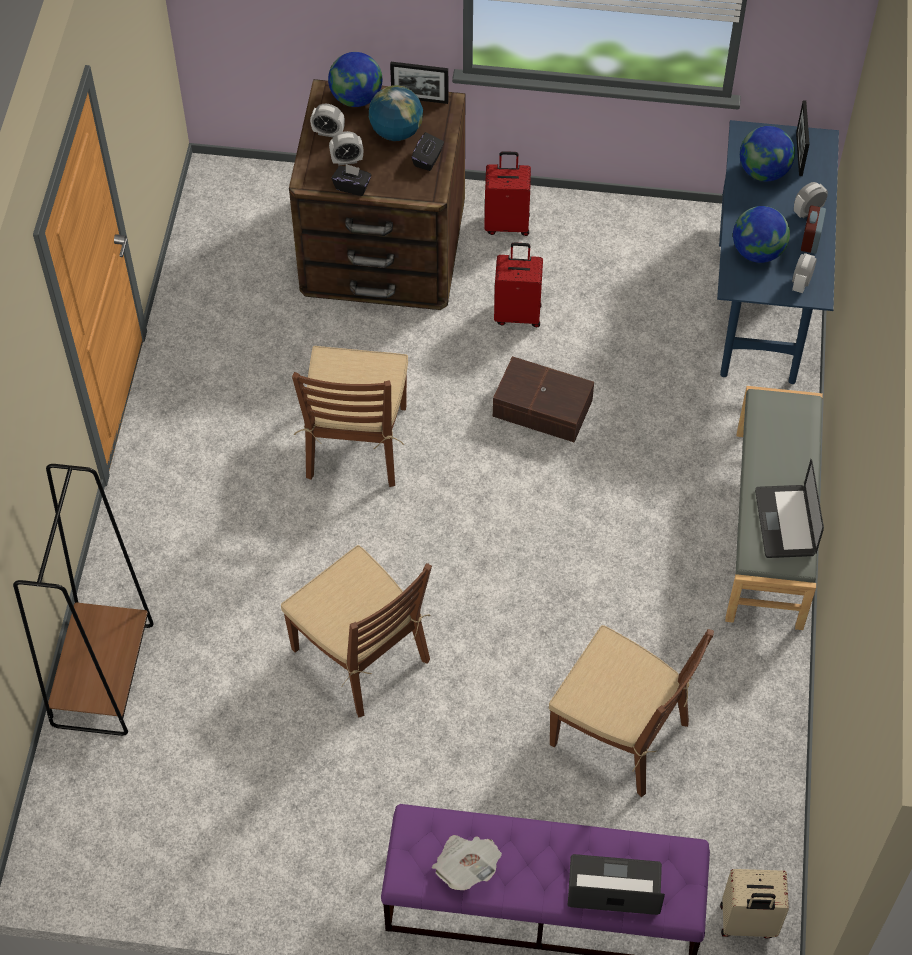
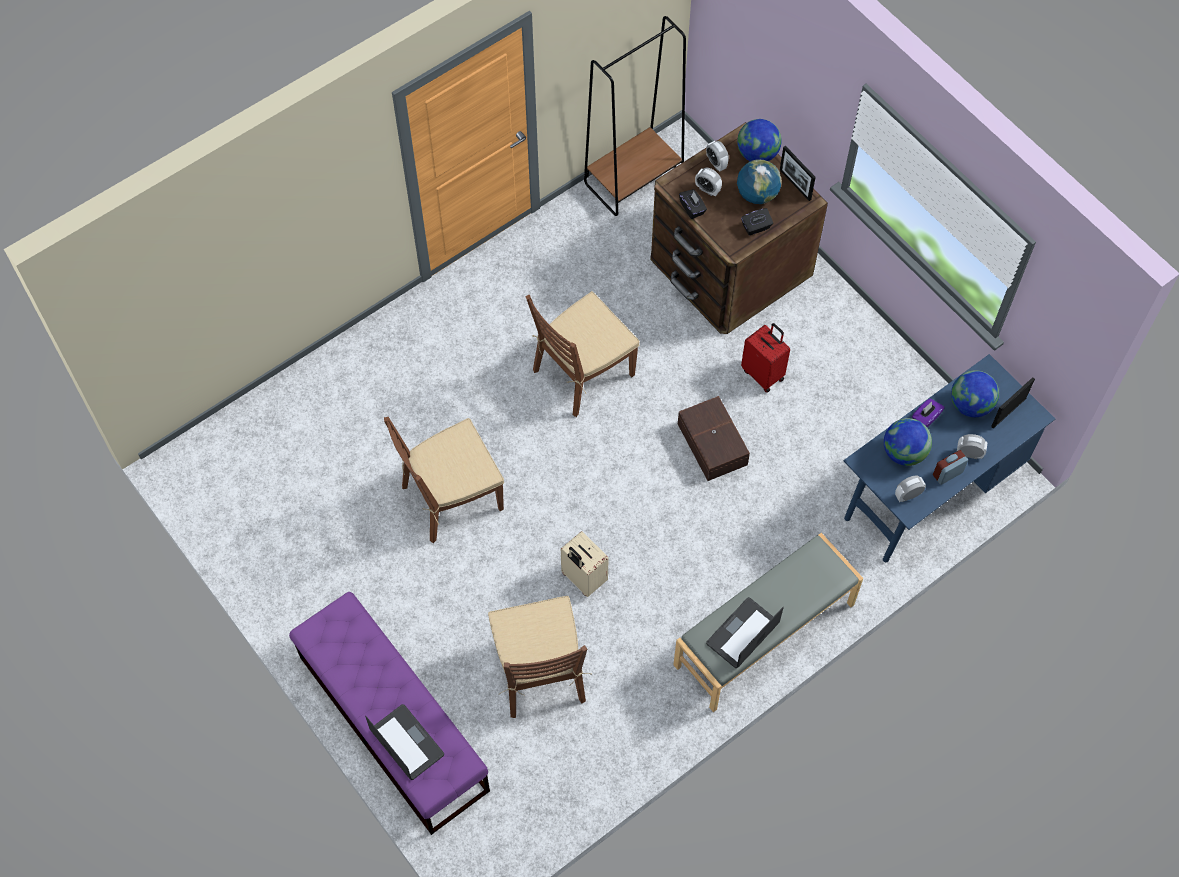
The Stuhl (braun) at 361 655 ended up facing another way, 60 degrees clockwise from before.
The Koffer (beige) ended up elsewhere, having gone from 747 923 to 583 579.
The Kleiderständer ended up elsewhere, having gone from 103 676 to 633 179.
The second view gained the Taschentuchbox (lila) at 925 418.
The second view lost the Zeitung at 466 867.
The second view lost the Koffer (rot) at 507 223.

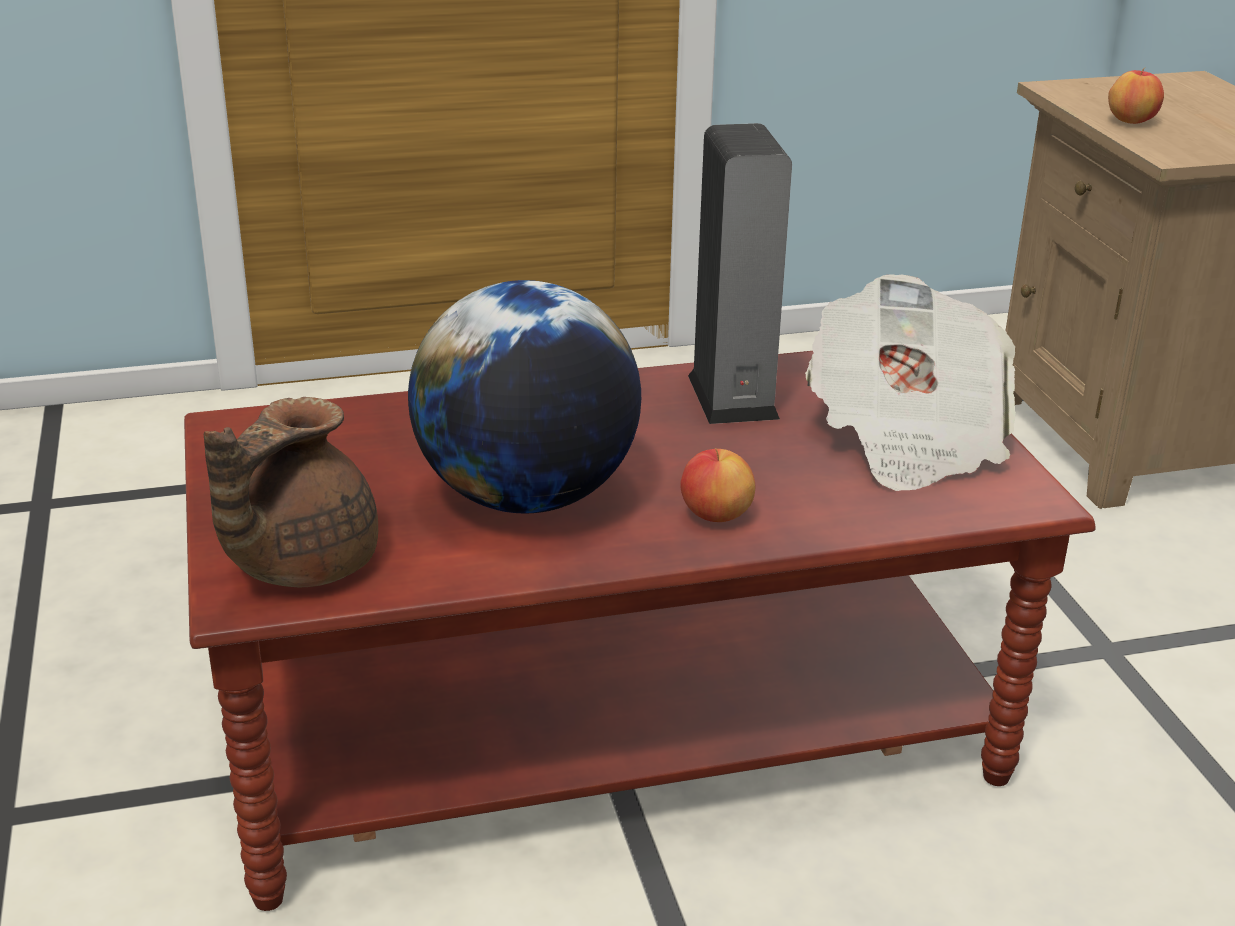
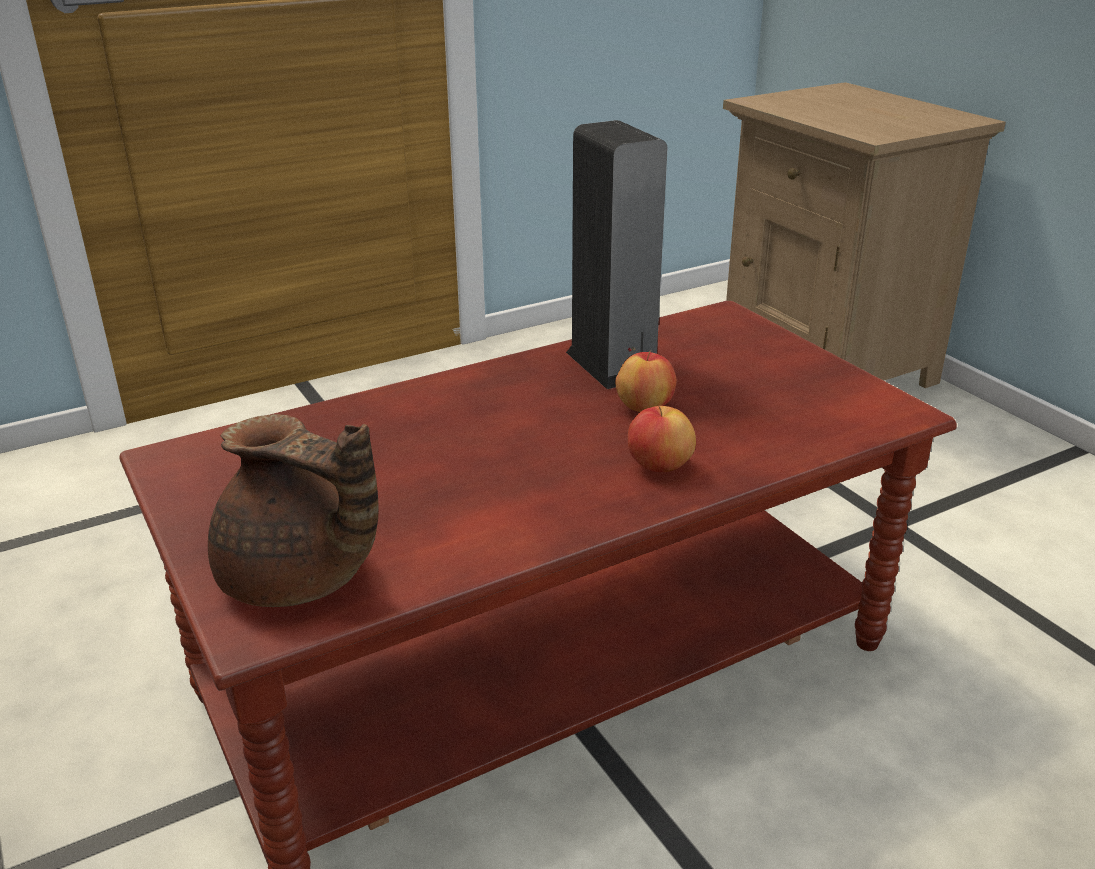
The Teekanne (braun) at 298 565 ended up facing another way, 75 degrees counterclockwise from before.
The Apfel ended up elsewhere, having gone from 1131 121 to 644 407.
The second view lost the Globus at 527 496.
The second view lost the Zeitung at 906 436.

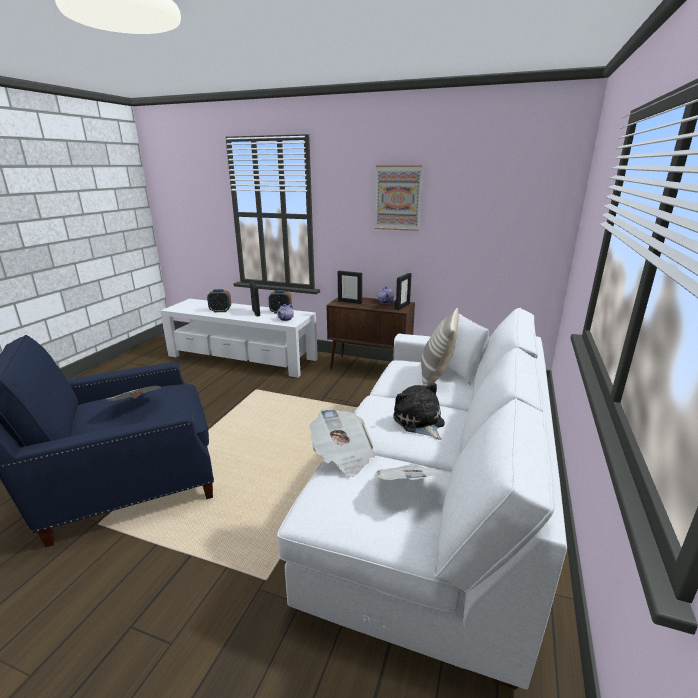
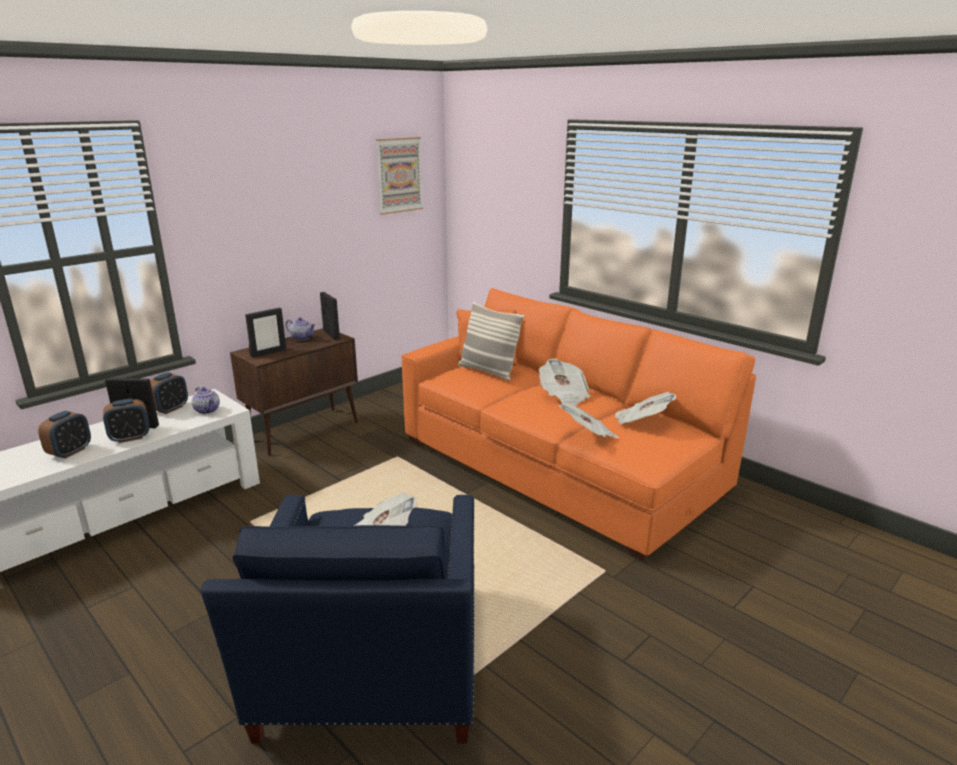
The second view gained the Wecker at 130 438.
The Bild ended up elsewhere, having gone from 398 198 to 399 175.
What was the Sofa (weiß) at 435 498 turned into the Sofa (orange) at 559 466.
Where the Plüschtier stood at 419 422, the Zeitung came to stand at 563 396.

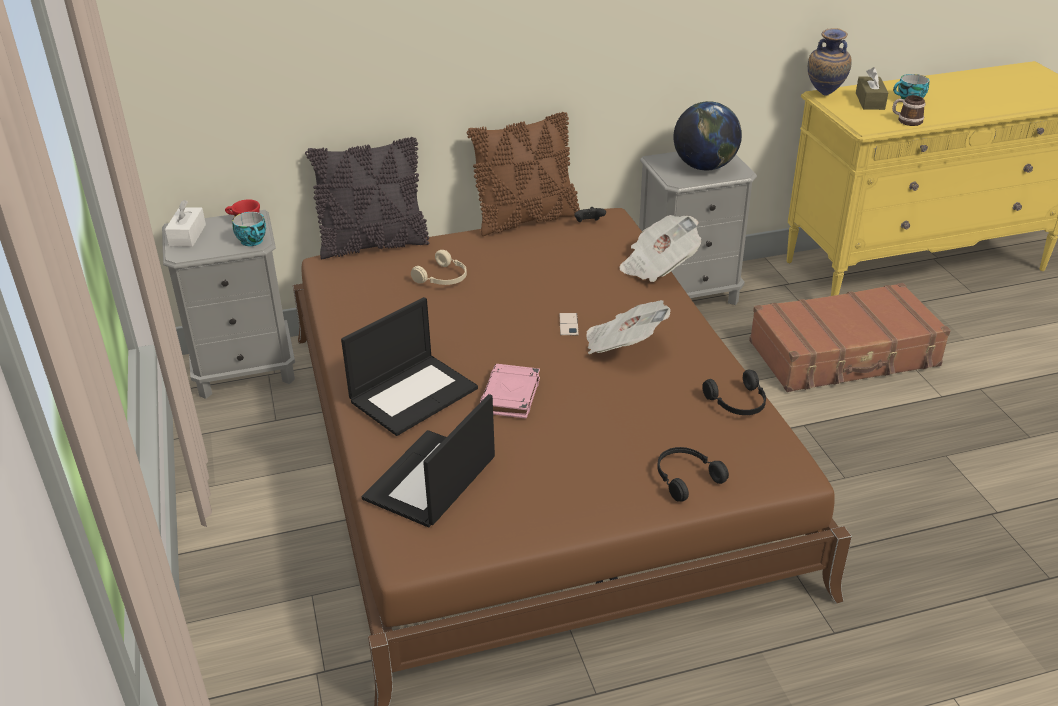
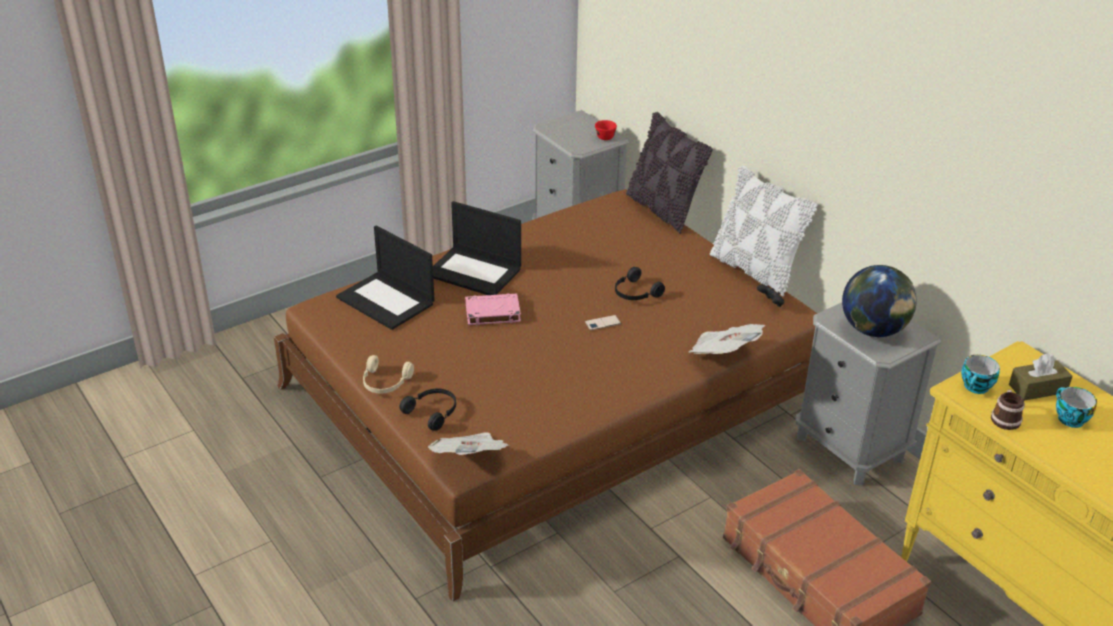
The Laptop at 430 480 ended up facing another way, 150 degrees counterclockwise from before.
The Kopfhörer (beige) ended up elsewhere, having gone from 443 278 to 385 383.
The Zeitung ended up elsewhere, having gone from 623 345 to 470 460.
The Kopfhörer (schwarz) ended up elsewhere, having gone from 738 403 to 635 293.
What was the Kissen (braun) at 525 219 turned into the Kissen (weiß) at 755 270.
The Tasse ended up elsewhere, having gone from 253 241 to 976 387.
The second view lost the Taschentuchbox (weiß) at 187 235.
The second view lost the Vase at 823 96.

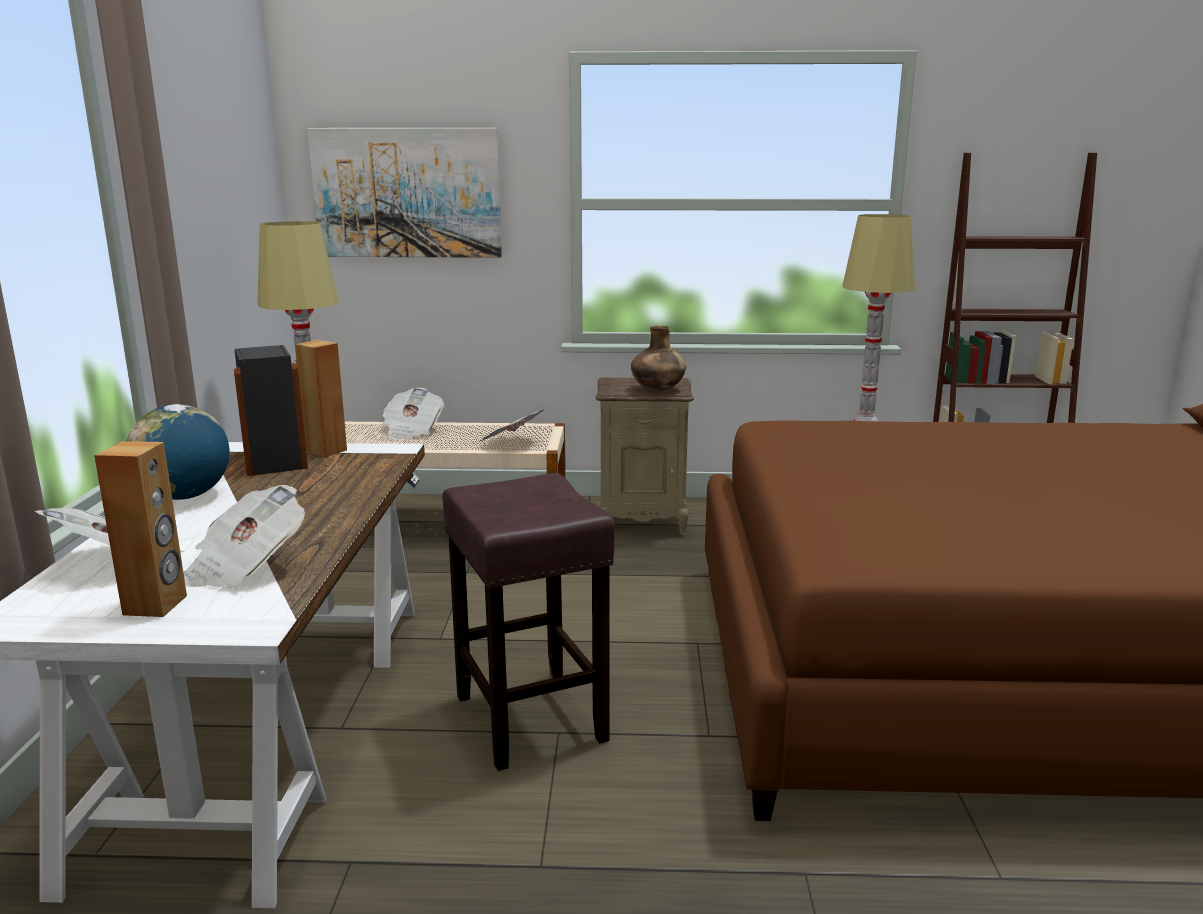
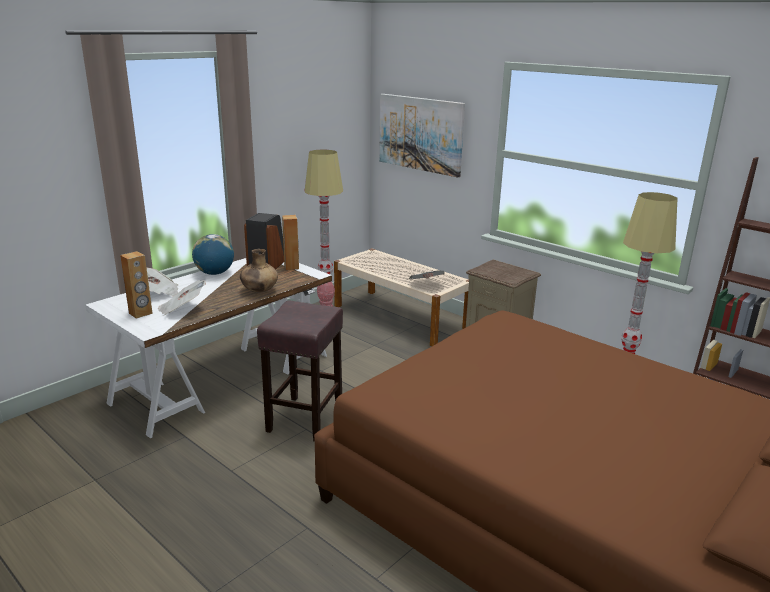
The Vase (braun) ended up elsewhere, having gone from 658 390 to 259 291.
The second view lost the Zeitung at 411 431.

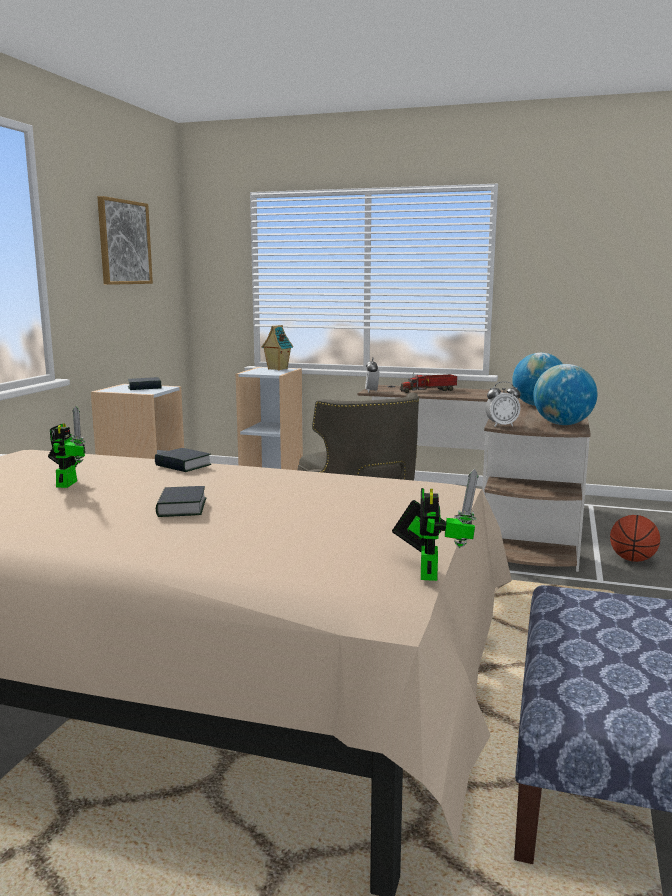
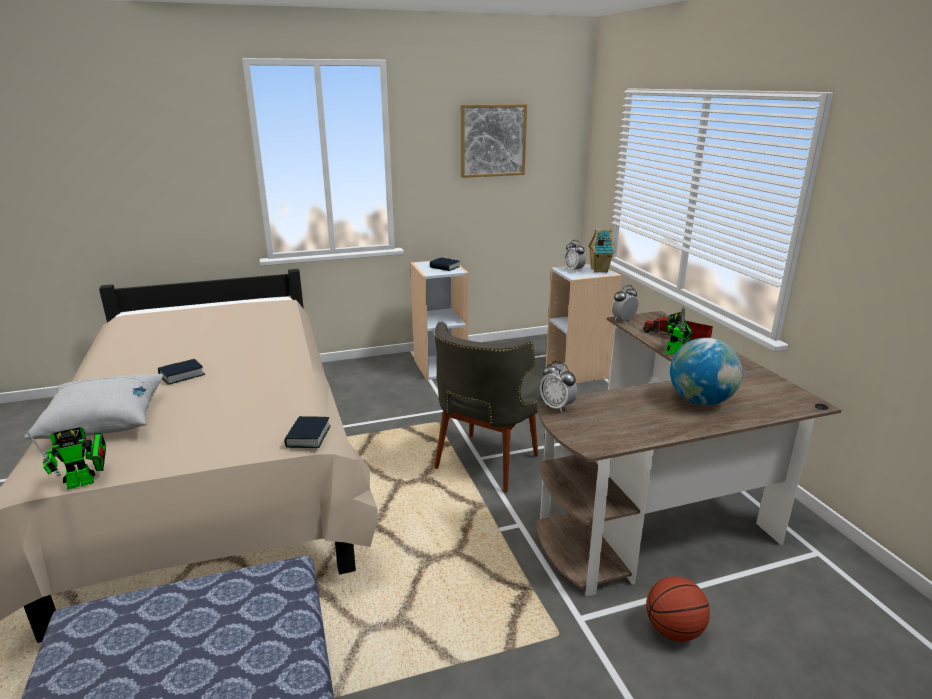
The second view gained the Kissen (grau) at 104 422.
The Buch ended up elsewhere, having gone from 183 465 to 308 437.
The second view gained the Wecker at 574 270.
The Spielzeugroboter ended up elsewhere, having gone from 68 483 to 675 351.
The second view lost the Globus at 562 424.

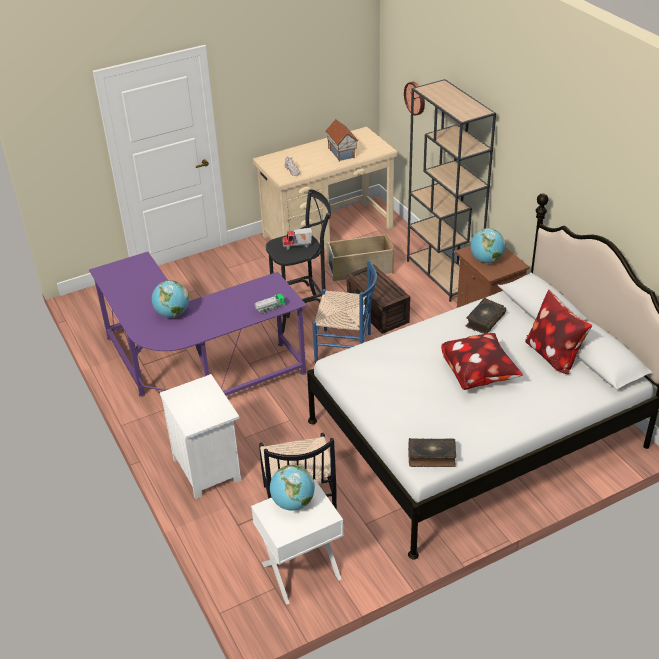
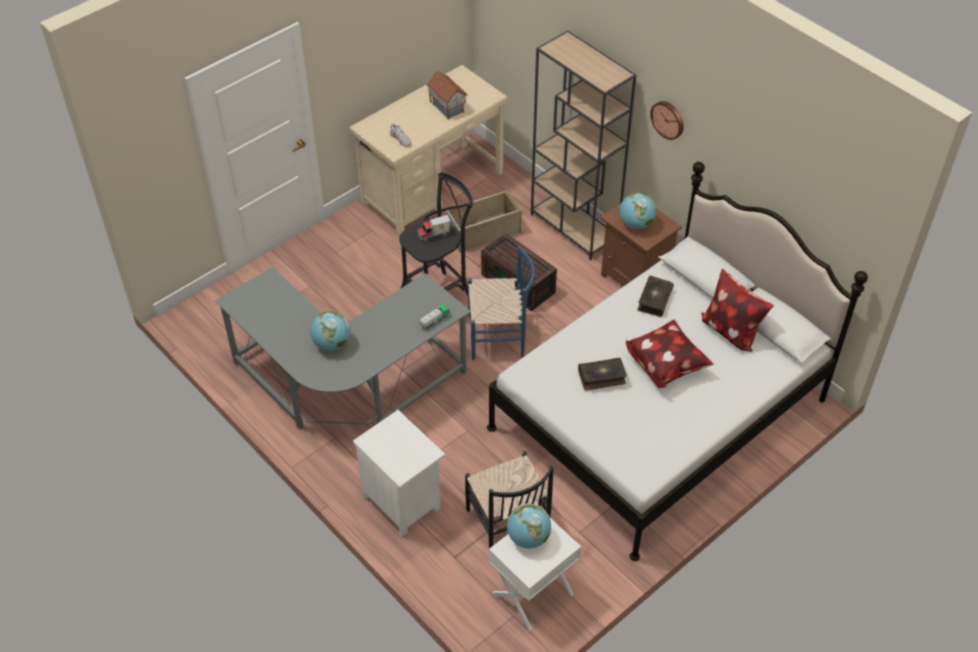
What was the Schreibtisch (lila) at 195 370 turned into the Schreibtisch (grau) at 347 388.
The Buch ended up elsewhere, having gone from 431 457 to 602 377.
The Wanduhr ended up elsewhere, having gone from 416 98 to 668 119.

